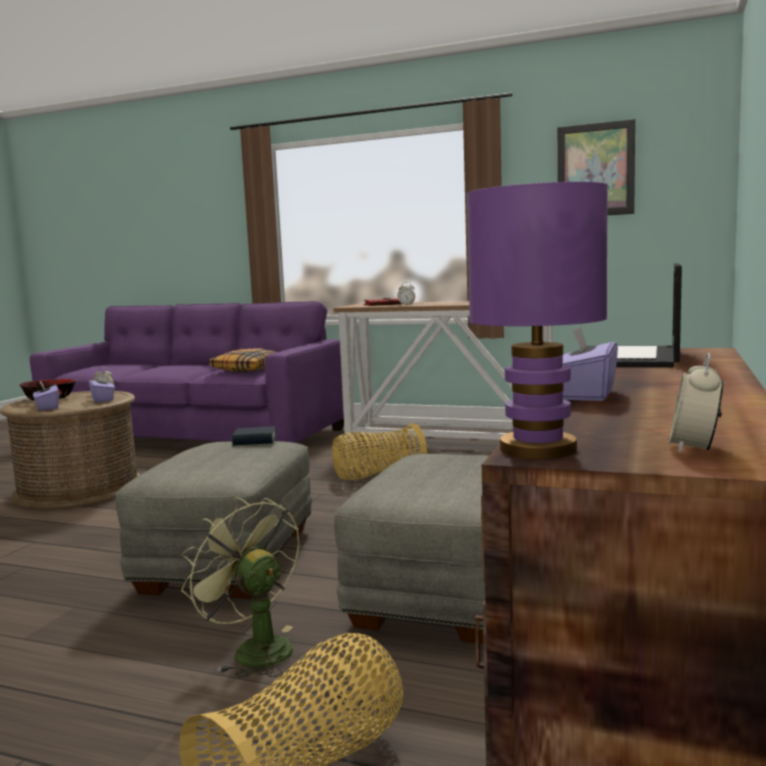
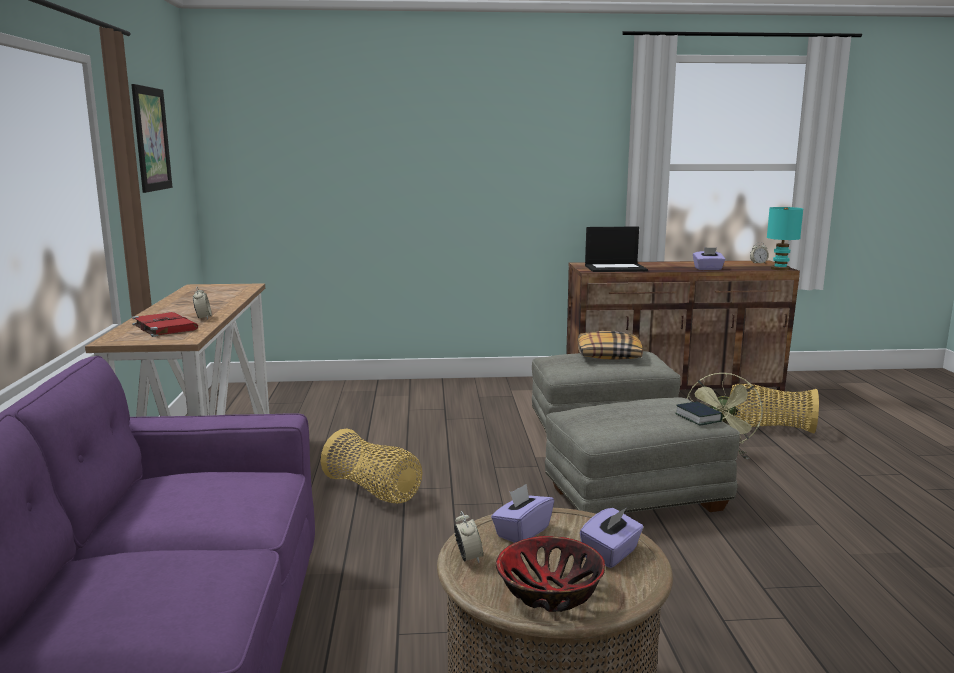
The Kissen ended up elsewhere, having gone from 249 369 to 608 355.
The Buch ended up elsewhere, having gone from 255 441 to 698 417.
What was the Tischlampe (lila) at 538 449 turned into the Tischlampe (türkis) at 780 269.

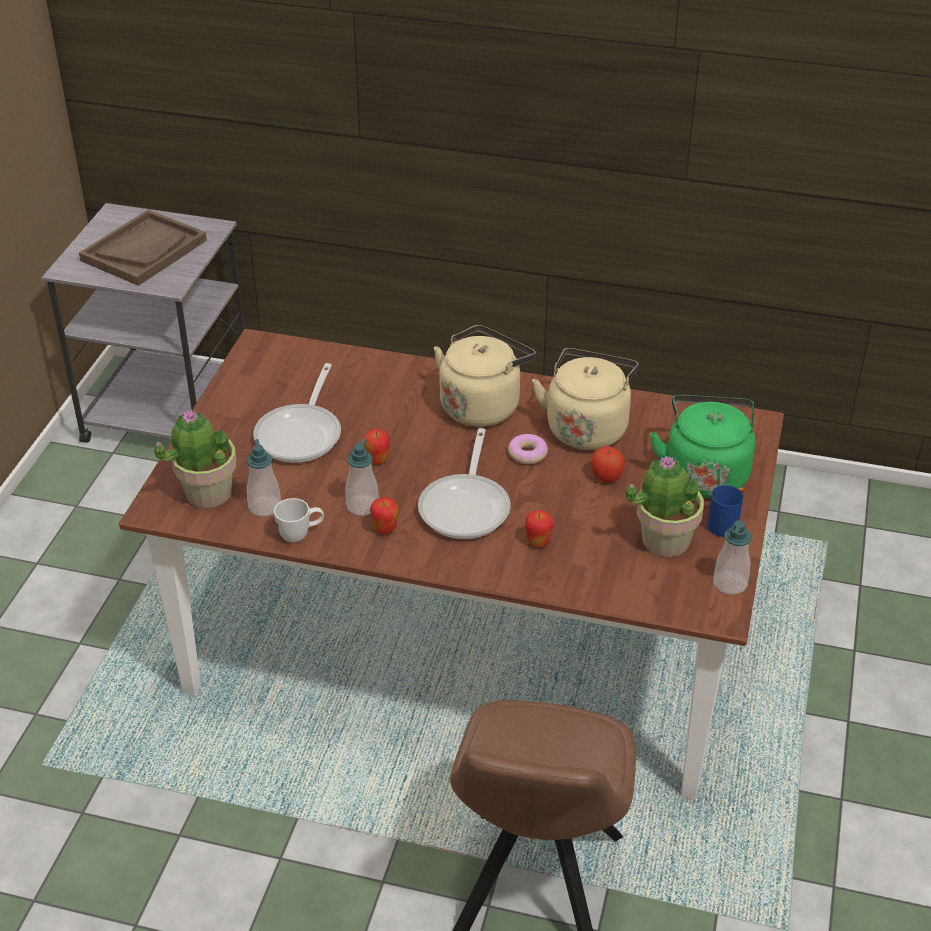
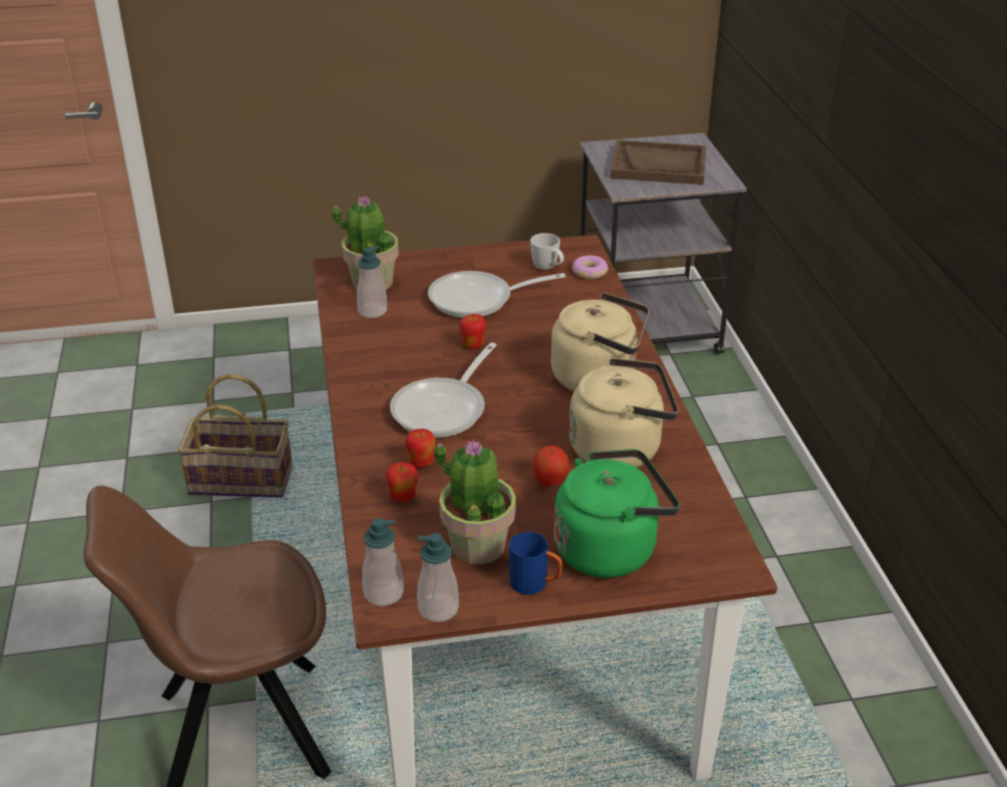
The second view gained the Korb at 242 479.
The Seifenspender ended up elsewhere, having gone from 362 506 to 383 593.
The Apfel ended up elsewhere, having gone from 385 529 to 403 497.
The Pfanne at 467 506 ended up facing another way, 45 degrees counterclockwise from before.
The Henkelbecher (weiß) ended up elsewhere, having gone from 301 535 to 548 268.
The Donut ended up elsewhere, having gone from 527 454 to 589 272.

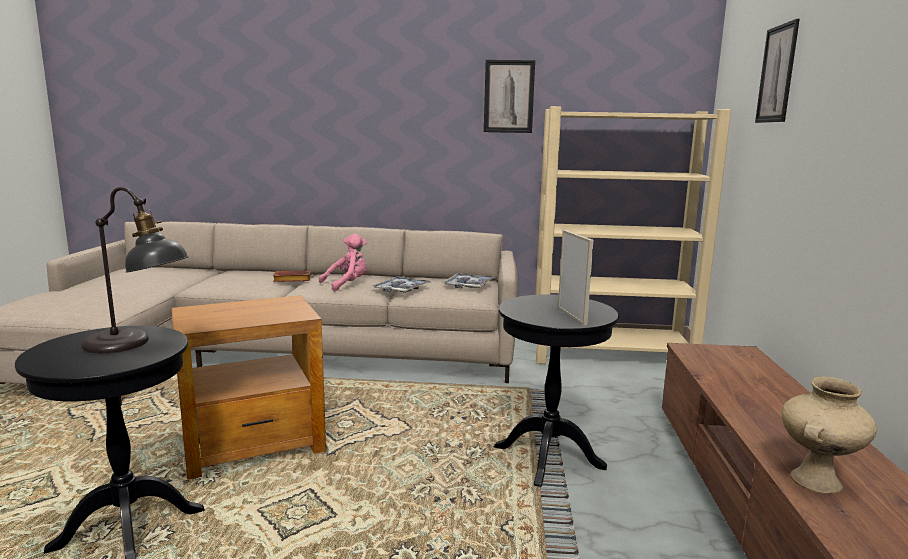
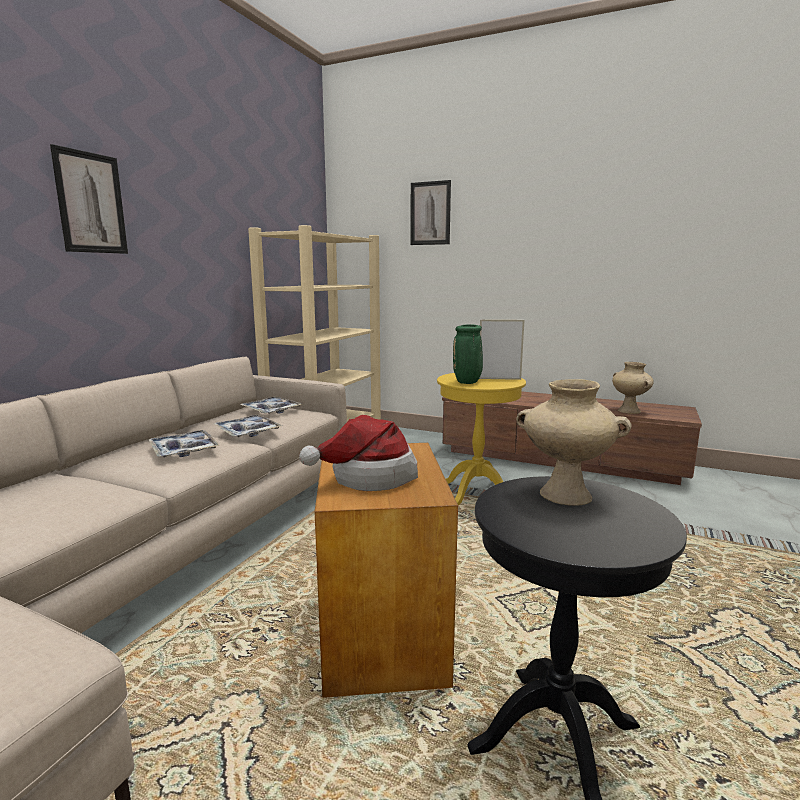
The Bild ended up elsewhere, having gone from 509 96 to 91 203.
Where the Plüschtier (rosa) stood at 347 284, the Tablett came to stand at 184 450.
The second view gained the Hut at 368 476.
What was the Beistelltisch (schwarz) at 548 457 turned into the Beistelltisch (gelb) at 476 493.
The second view gained the Vase (grün) at 467 382.
Where the Tischlampe (grau) stood at 139 345, the Vase (beige) came to stand at 564 495.
The second view lost the Buch (braun) at 291 280.

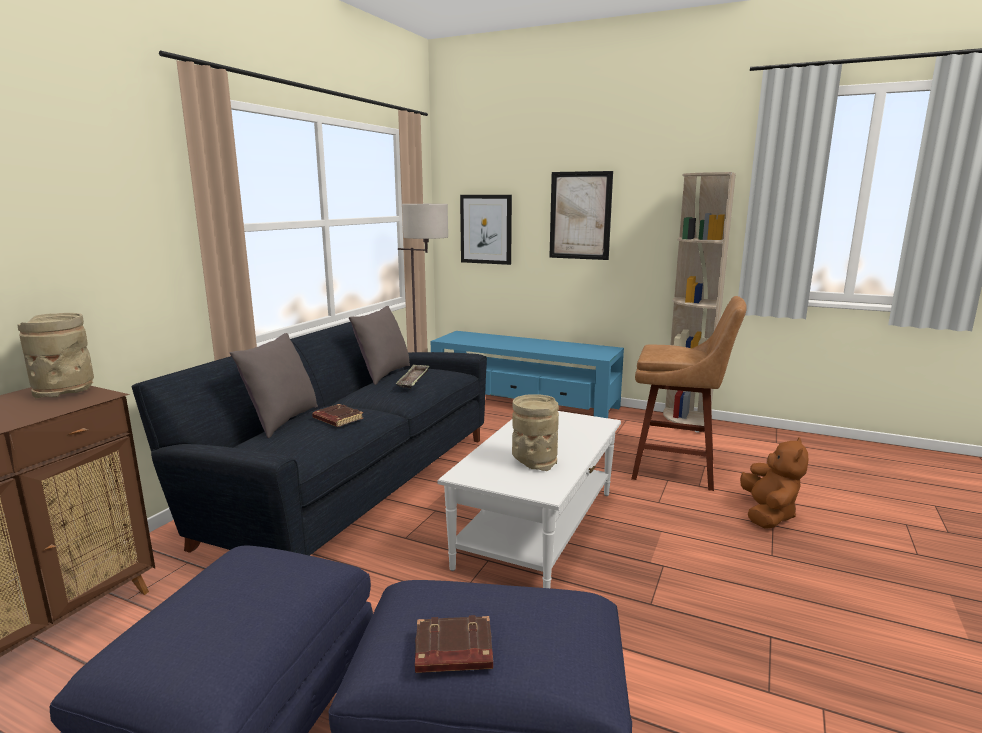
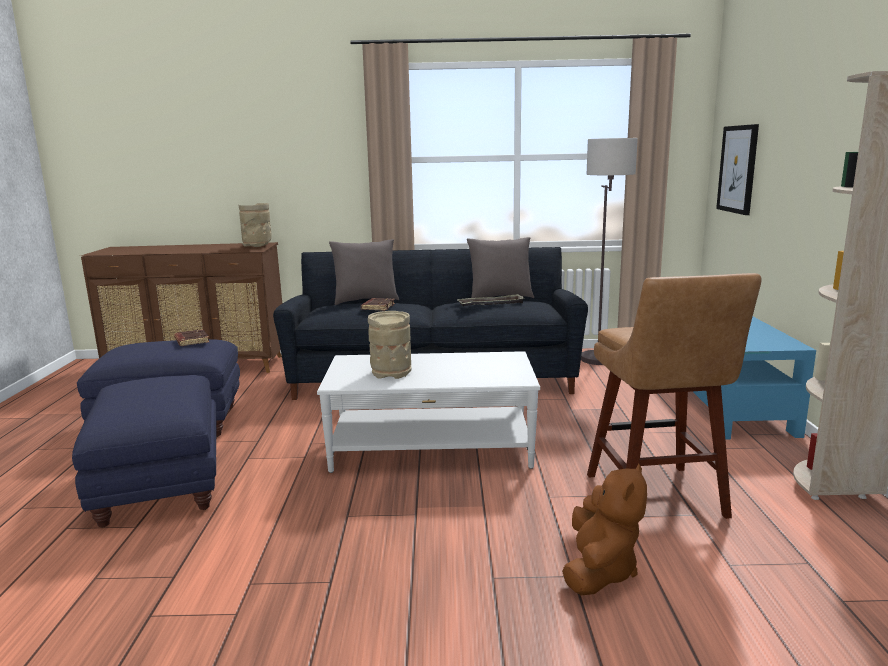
The Buch (braun) ended up elsewhere, having gone from 453 652 to 191 341.
The Plüschtier (braun) at 767 514 ended up facing another way, 60 degrees counterclockwise from before.
The second view lost the Bild at 580 215.

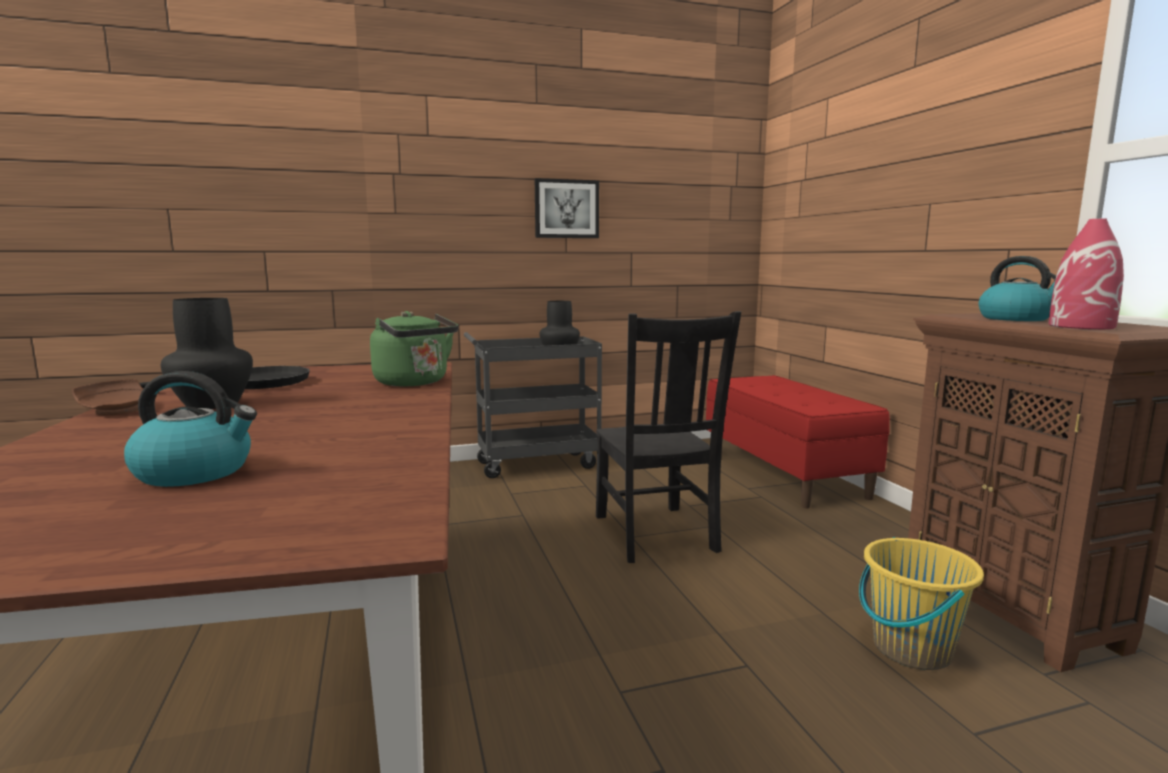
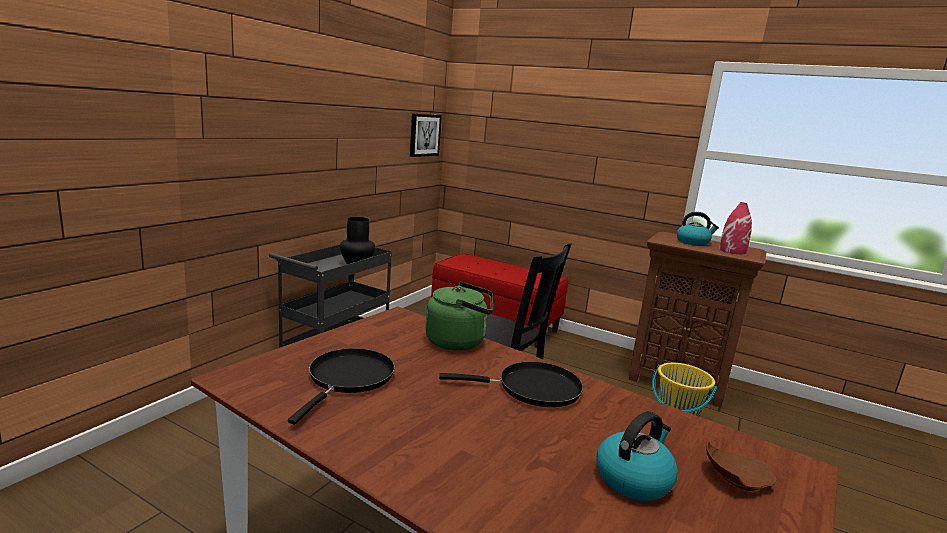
The Bild ended up elsewhere, having gone from 566 209 to 424 135.
The second view gained the Pfanne (schwarz) at 533 389.
The Teller (braun) ended up elsewhere, having gone from 117 410 to 734 478.
The second view lost the Vase (schwarz) at 211 404.

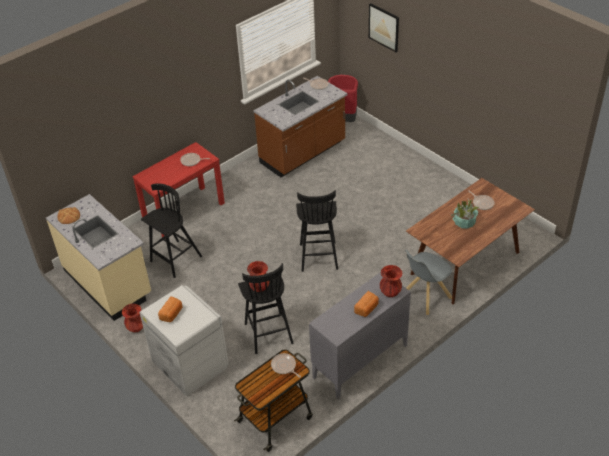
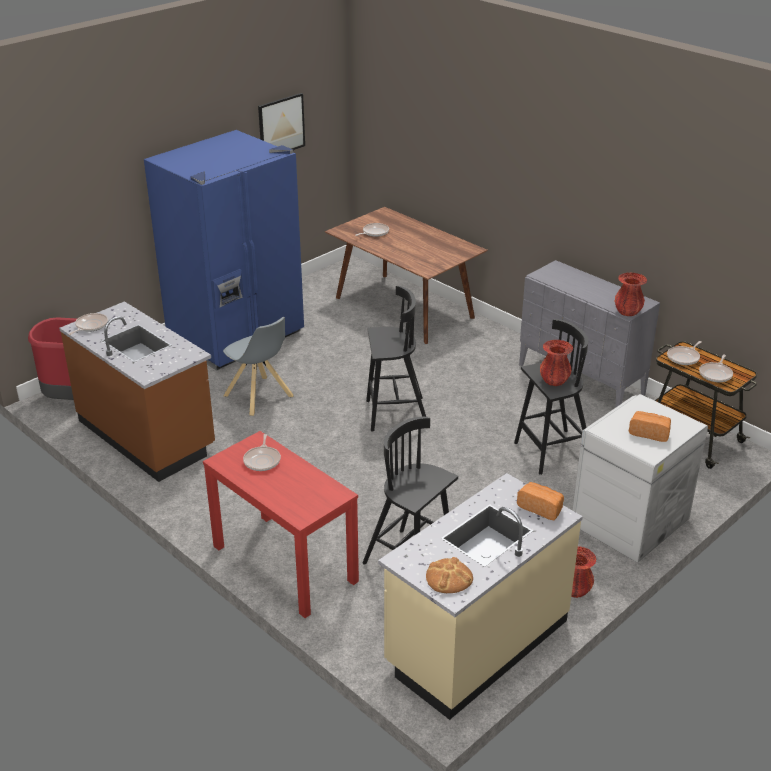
The second view gained the Kühlschrank (blau) at 237 336.
The Stuhl (grau) ended up elsewhere, having gone from 425 296 to 259 397.
The Bild ended up elsewhere, having gone from 384 27 to 281 126.
The Brot ended up elsewhere, having gone from 367 309 to 541 508.
The Vase (rot) ended up elsewhere, having gone from 390 292 to 627 312.
The second view gained the Pfanne at 716 374.
The second view lost the Topfpflanze at 464 222.

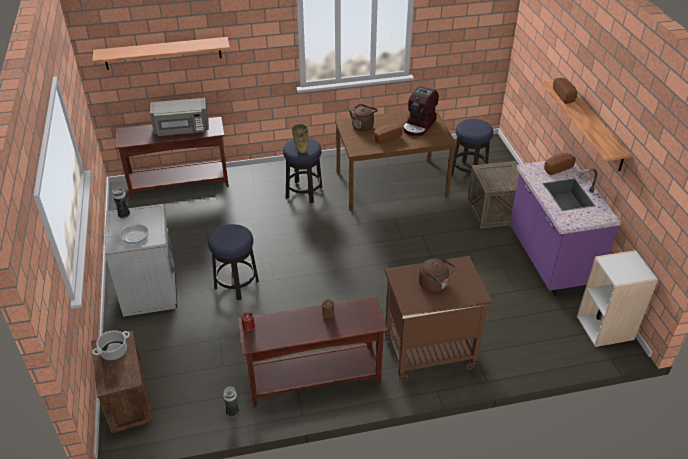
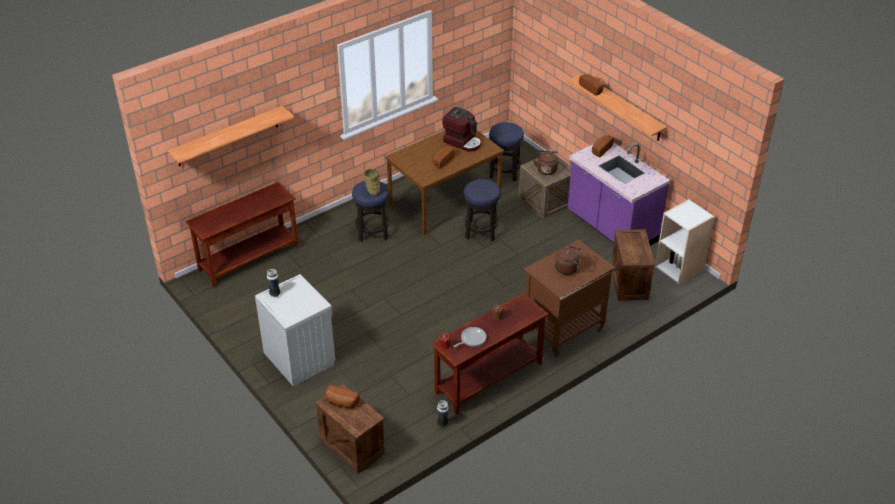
Where the Kochtopf stood at 114 351, the Brot came to stand at 341 403.
The Kaffeemaschine at 419 125 ended up facing another way, 60 degrees counterclockwise from before.
The Pfanne ended up elsewhere, having gone from 133 236 to 472 339.
The Hocker ended up elsewhere, having gone from 236 284 to 481 231.
The Wasserkessel (braun) ended up elsewhere, having gone from 363 125 to 546 169.
The second view gained the Kiste at 630 283.
The second view lost the Mikrowelle (grau) at 182 129.

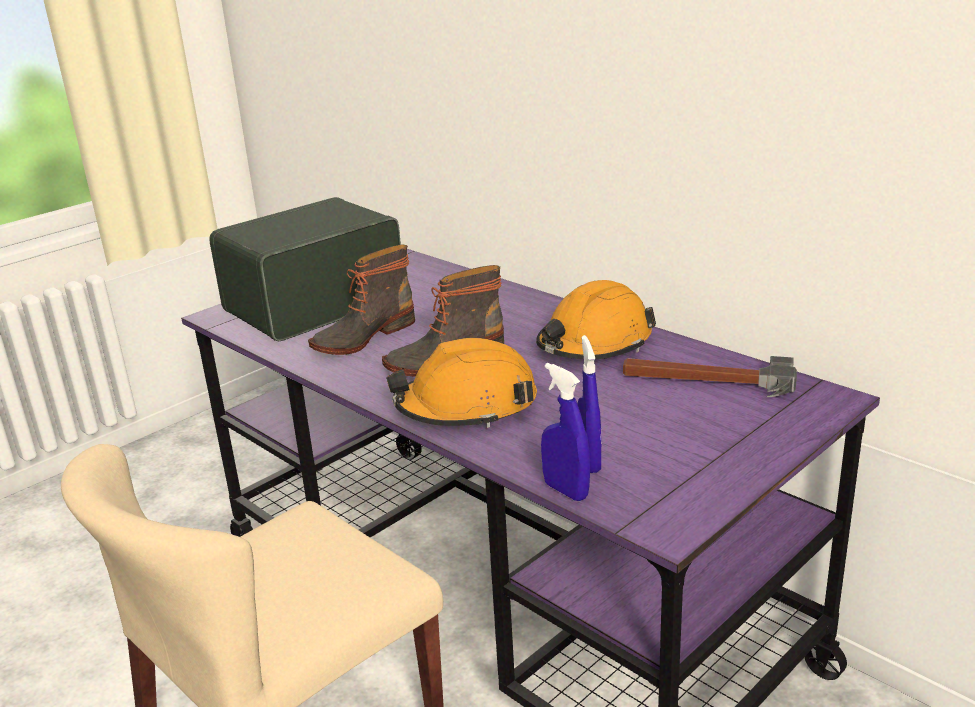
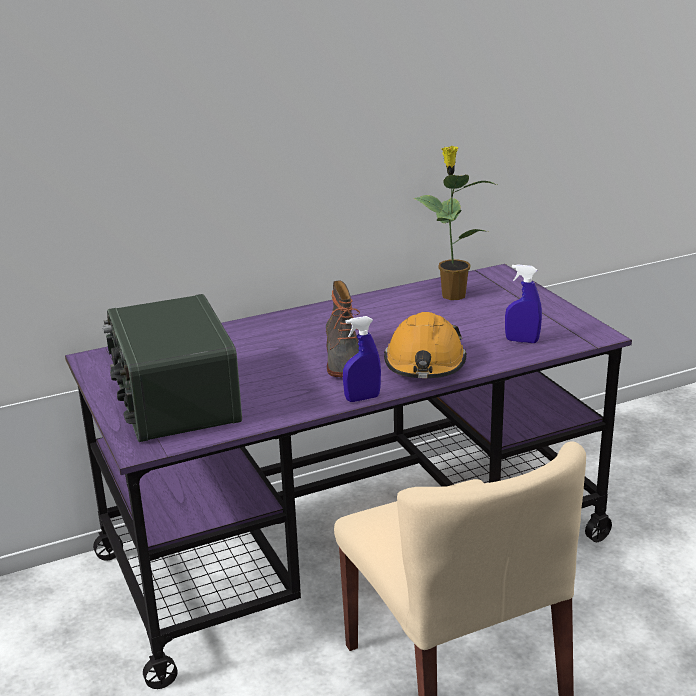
The Sprühflasche (blau) ended up elsewhere, having gone from 566 491 to 362 398.
Where the Hammer stood at 707 381, the Topfpflanze came to stand at 452 294.
The second view lost the Stiefel at 362 337.
The second view lost the Schutzhelm (orange) at 594 344.

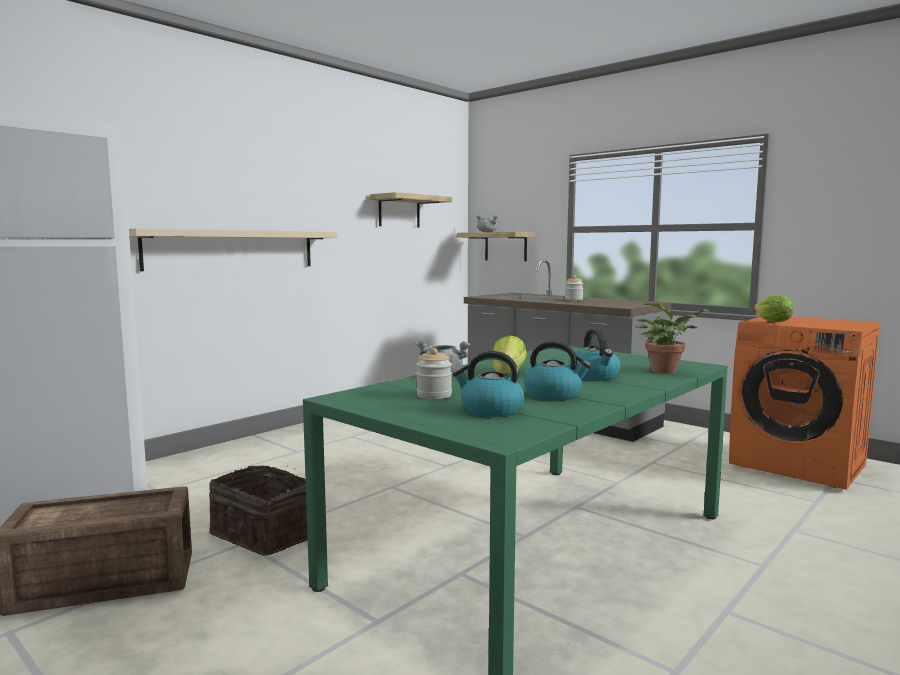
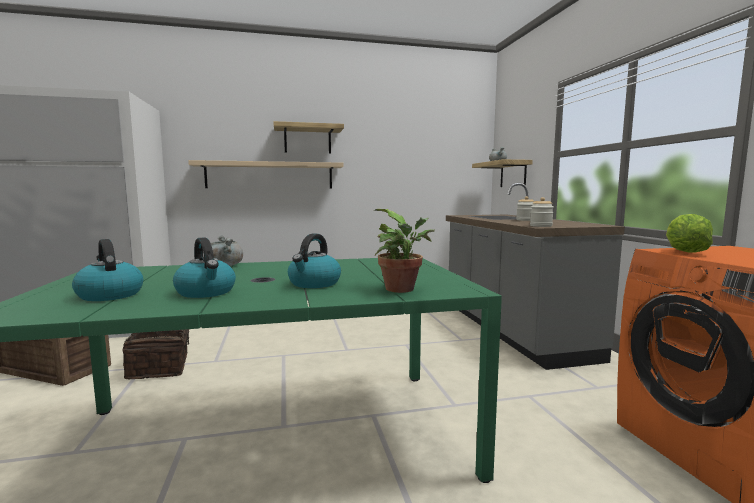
The Wandregal ended up elsewhere, having gone from 399 211 to 307 140.
The Vorratsglas ended up elsewhere, having gone from 434 395 to 541 226.
The second view lost the Salatkopf at 508 373.

